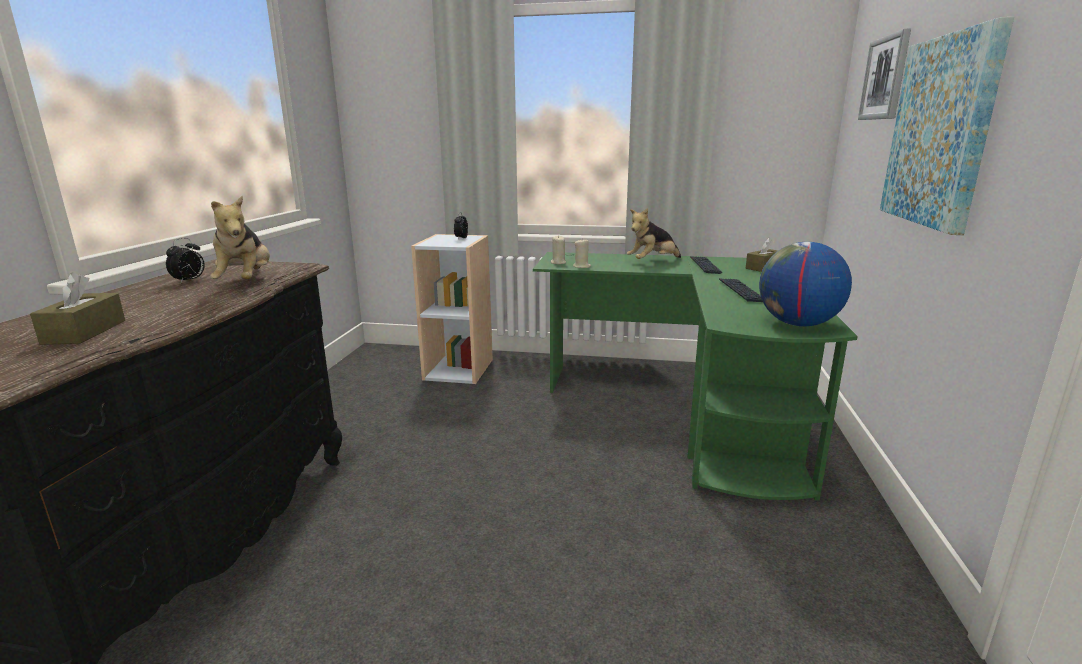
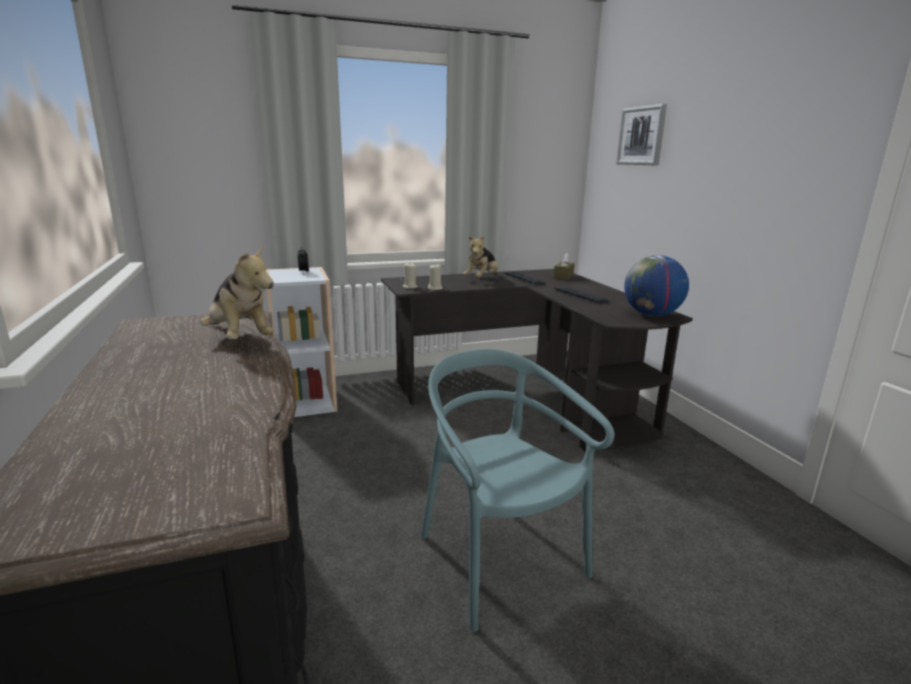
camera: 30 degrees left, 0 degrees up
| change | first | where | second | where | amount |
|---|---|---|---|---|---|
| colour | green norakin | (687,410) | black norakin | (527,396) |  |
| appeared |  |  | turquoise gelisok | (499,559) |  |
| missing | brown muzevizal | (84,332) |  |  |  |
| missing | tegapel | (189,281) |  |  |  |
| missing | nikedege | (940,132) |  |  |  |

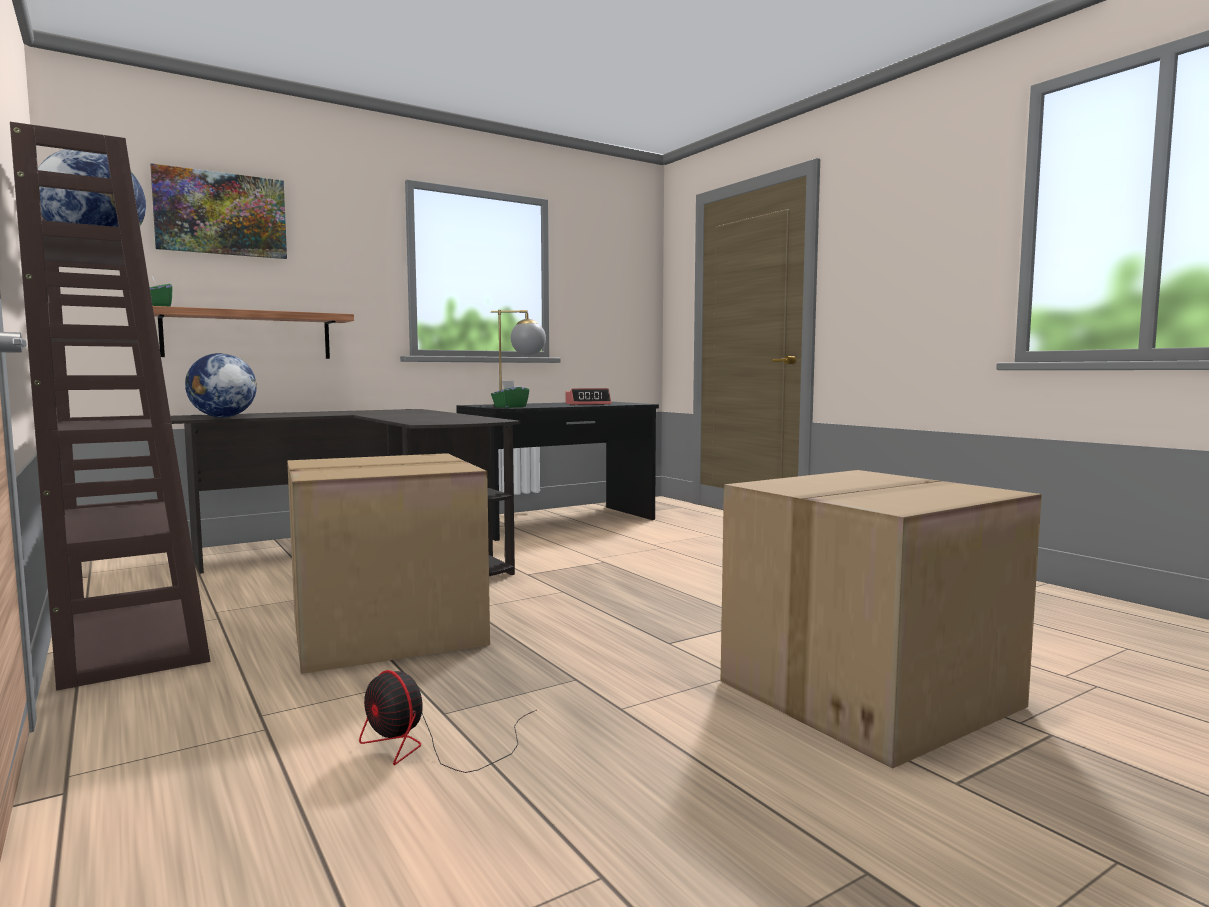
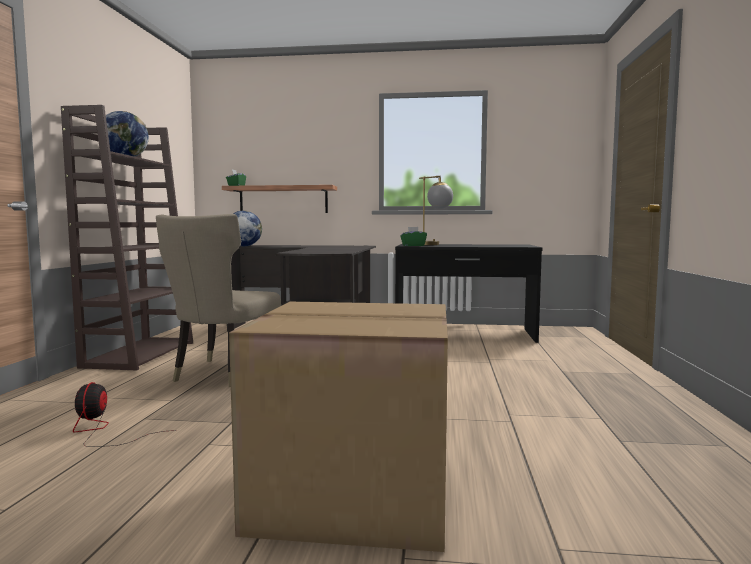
camera: 40 degrees right, 0 degrees up
| change | first | where | second | where | amount |
|---|---|---|---|---|---|
| exchanged | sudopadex | (384,631) | beige gelisok | (221,374) |  |
| missing | nikedege | (221,214) |  |  |  |
| missing | tegapel | (588,404) |  |  |  |

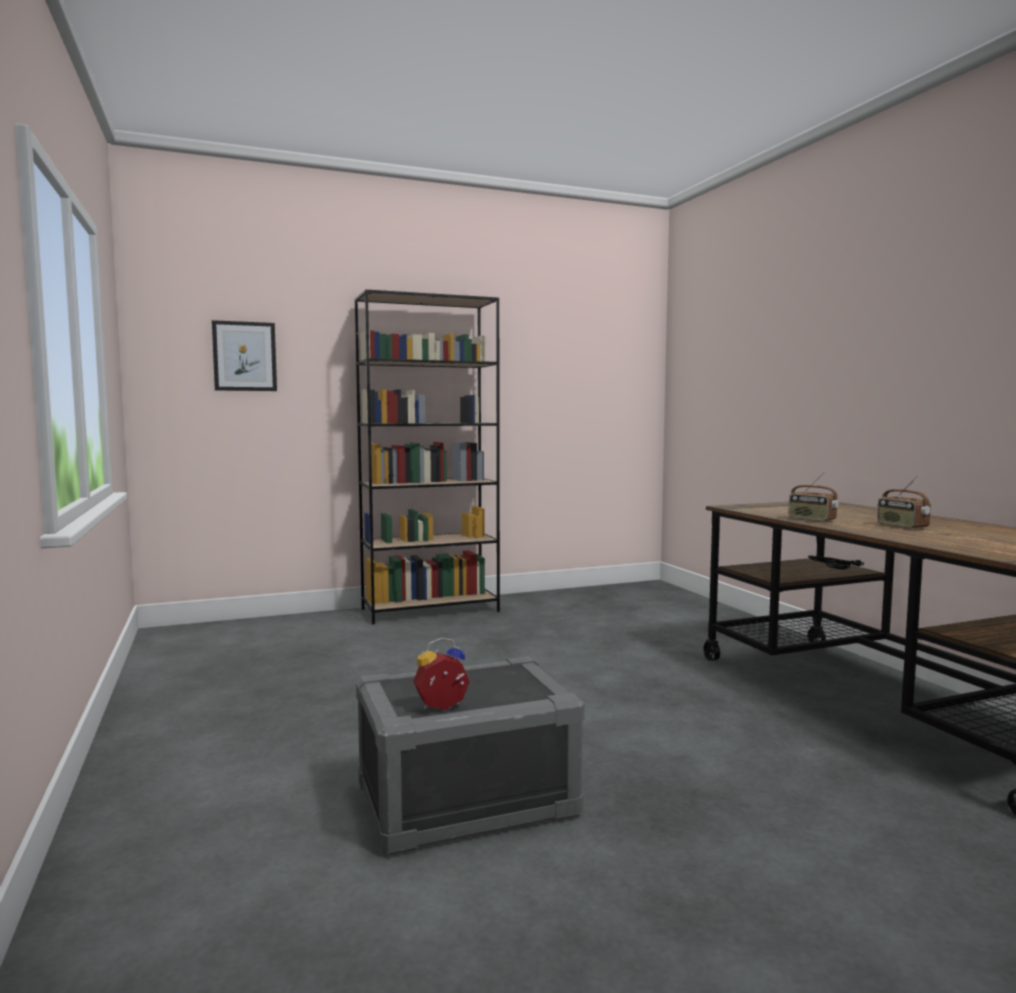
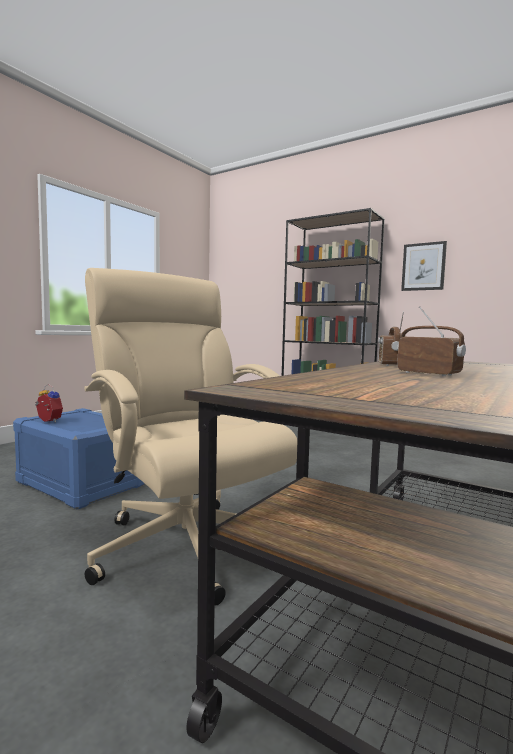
camera: 55 degrees right, 0 degrees up
| change | first | where | second | where | amount |
|---|---|---|---|---|---|
| colour | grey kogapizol | (466,801) | blue kogapizol | (80,484) |  |
| appeared |  |  | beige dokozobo | (186,547) |  |
| spun | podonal | (901,526) |  | (429,373) | 105 degrees clockwise |
| relocated | nikedege | (244,356) |  | (423,266) |  |

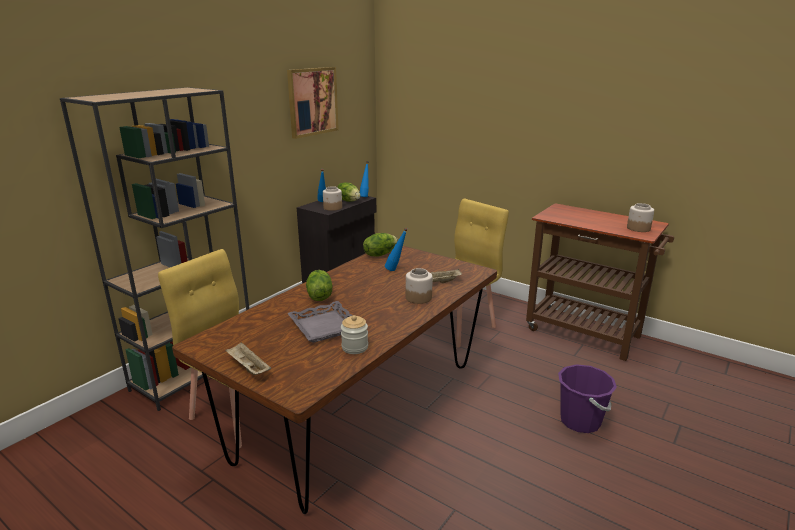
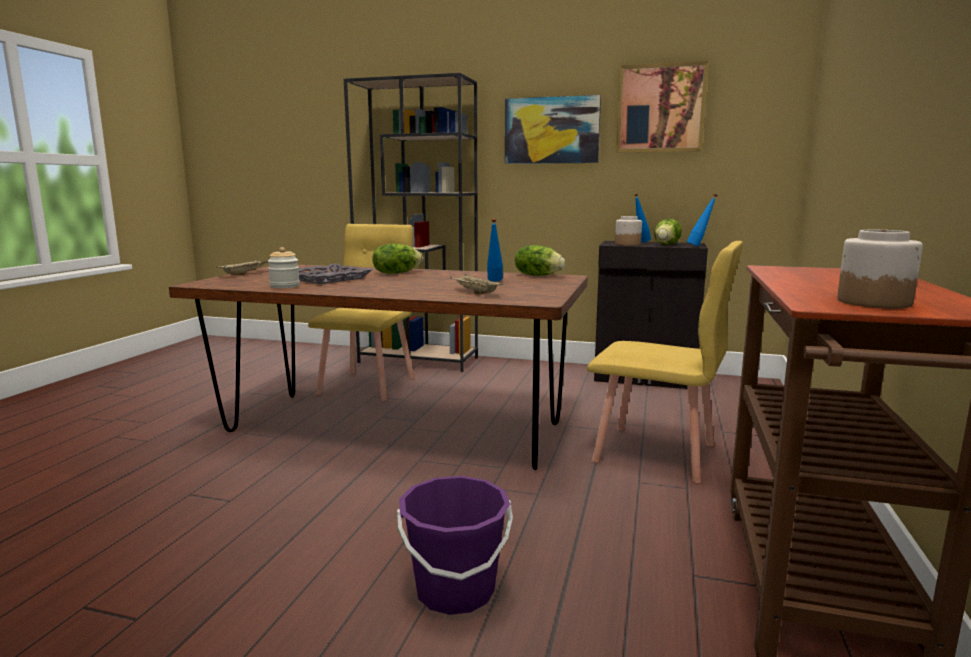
camera: 70 degrees right, 10 degrees down
| change | first | where | second | where | amount |
|---|---|---|---|---|---|
| appeared |  |  | nikedege | (551,130) |  |
| missing | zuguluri | (418,297) |  |  |  |

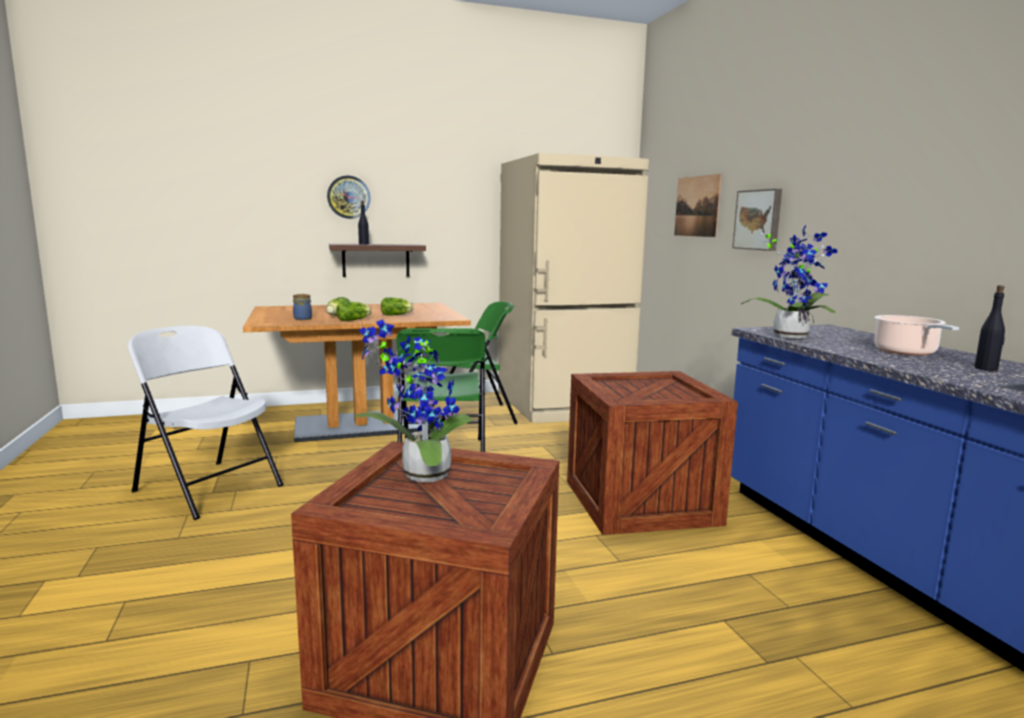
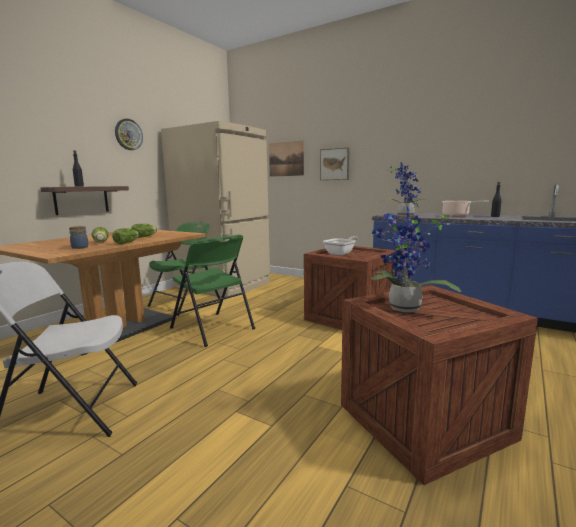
camera: 40 degrees left, 0 degrees up
| change | first | where | second | where | amount |
|---|---|---|---|---|---|
| relocated | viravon | (348,197) |  | (128,134) |  |
| appeared |  |  | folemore | (341,253) |  |

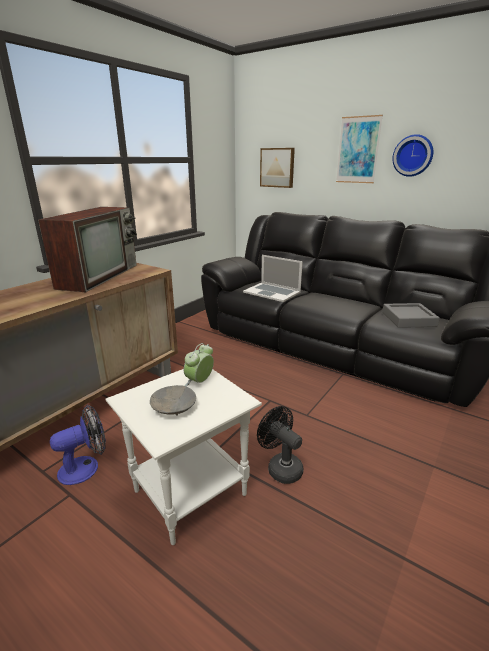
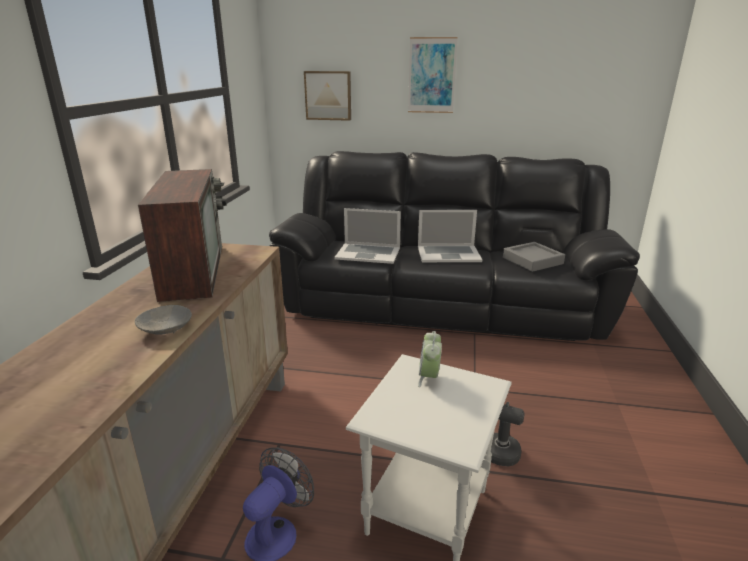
camera: 25 degrees left, 0 degrees up
| change | first | where | second | where | amount |
|---|---|---|---|---|---|
| relocated | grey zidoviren | (173,407) |  | (165,329) |  |
| appeared |  |  | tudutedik | (448,254) |  |
| missing | viravon | (413,155) |  |  |  |

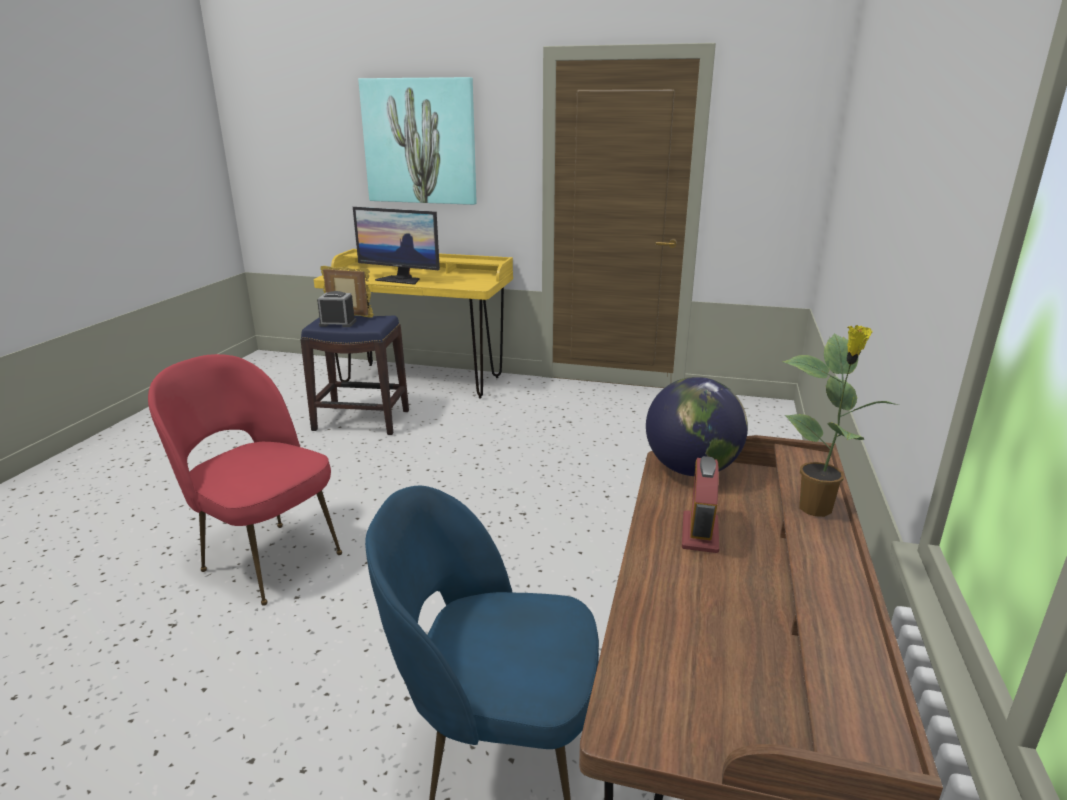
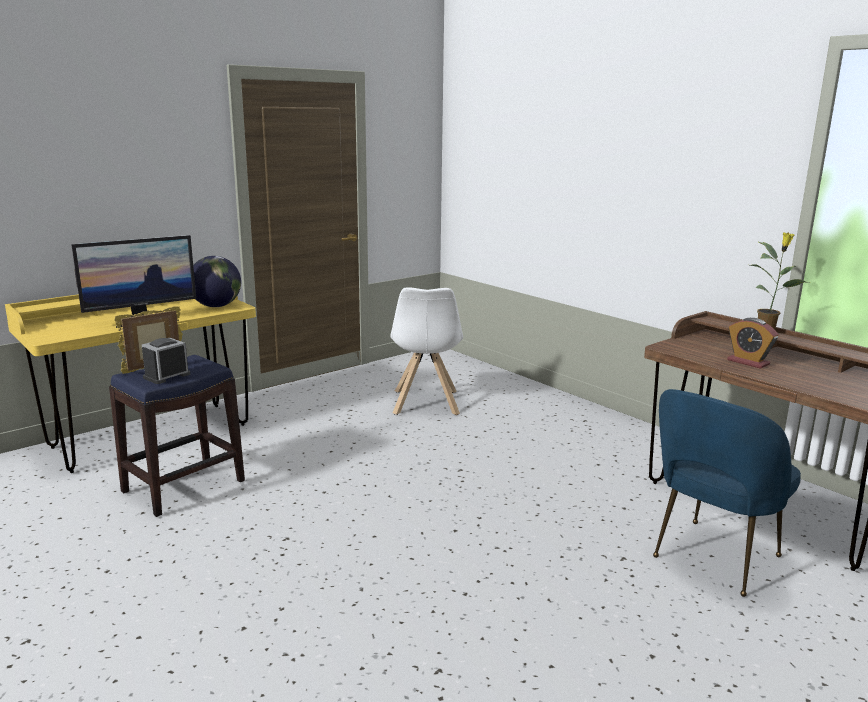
camera: 55 degrees left, 5 degrees down
| change | first | where | second | where | amount |
|---|---|---|---|---|---|
| relocated | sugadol | (692,469) |  | (216,306) |  |
| appeared |  |  | white gelisok | (425,404) |  |
| missing | red gelisok | (266,558) |  |  |  |
| missing | nikedege | (420,142) |  |  |  |

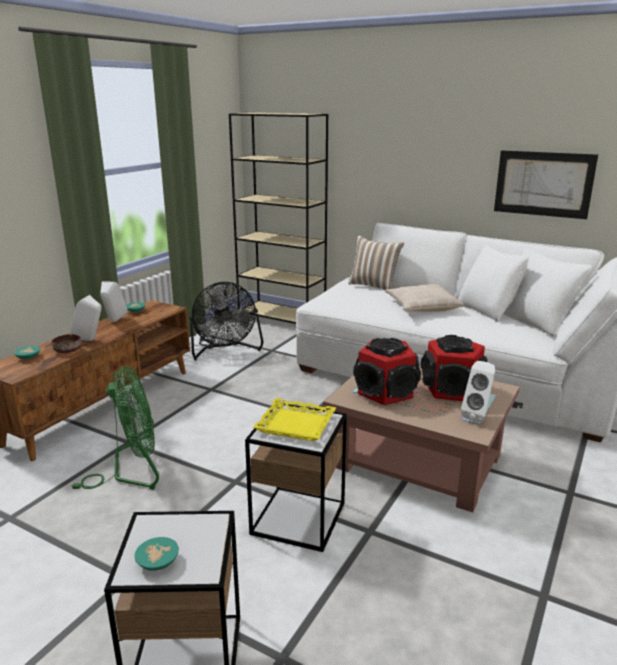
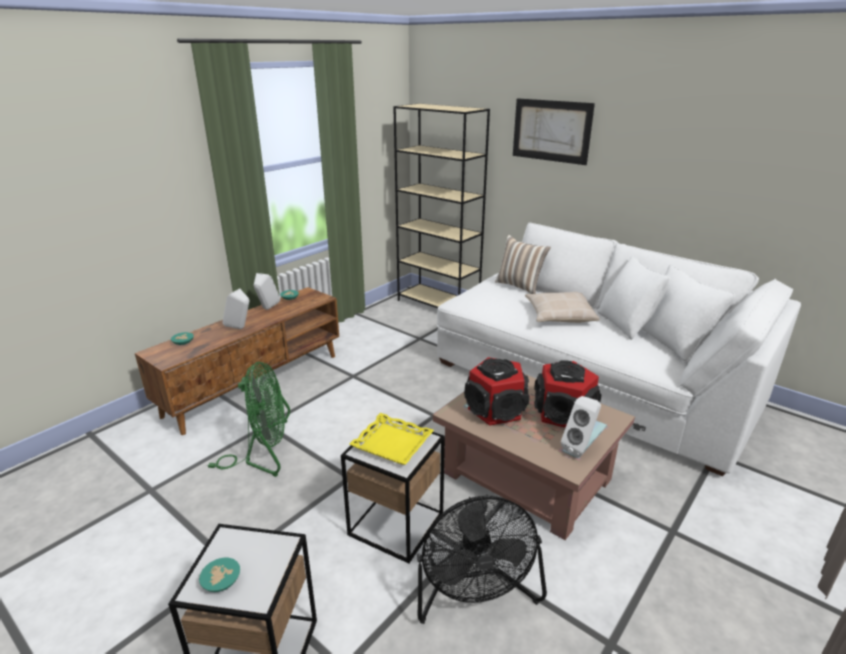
camera: 10 degrees right, 5 degrees up
| change | first | where | second | where | amount |
|---|---|---|---|---|---|
| relocated | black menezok | (222,350) |  | (469,591) |  |
| relocated | nikedege | (543,184) |  | (551,131) |  |
| missing | brown zidoviren | (67,351) |  |  |  |

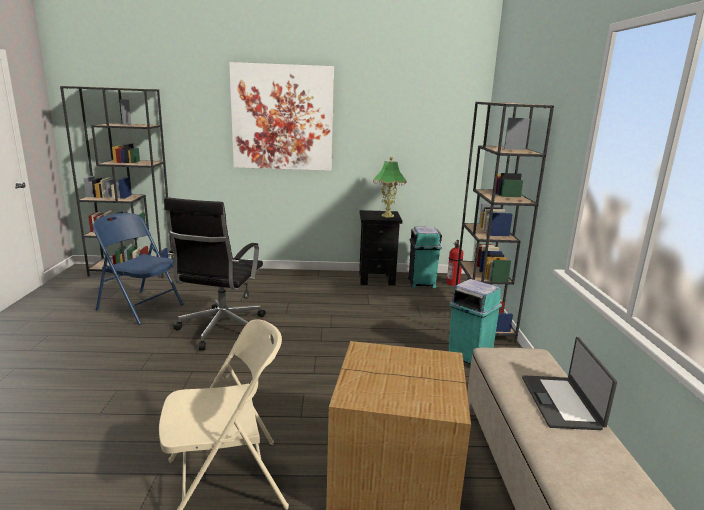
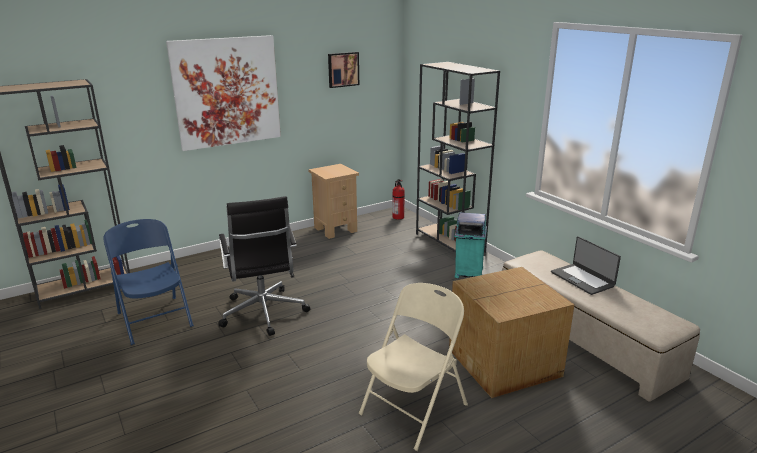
camera: 30 degrees left, 5 degrees up
| change | first | where | second | where | amount |
|---|---|---|---|---|---|
| spun | blue gelisok | (140,307) |  | (155,319) | 60 degrees clockwise |
| colour | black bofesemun | (377,279) | beige bofesemun | (336,229) |  |
| appeared |  |  | nikedege | (343,69) |  |
| missing | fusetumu | (387,215) |  |  |  |
| missing | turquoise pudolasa | (421,283) |  |  |  |

